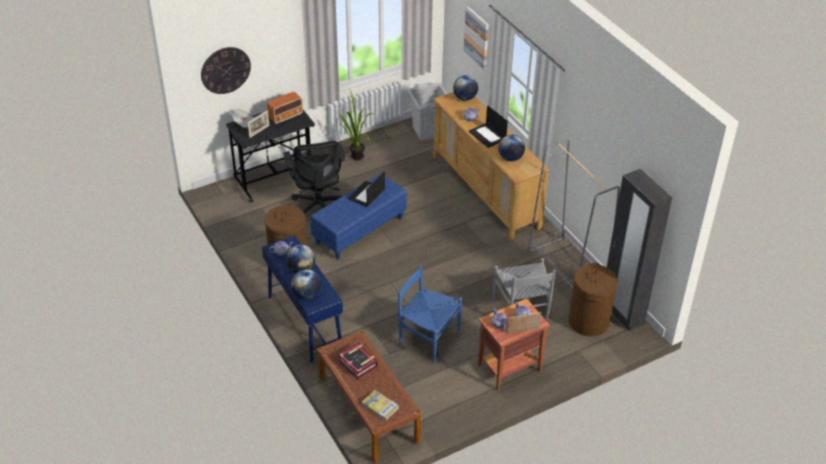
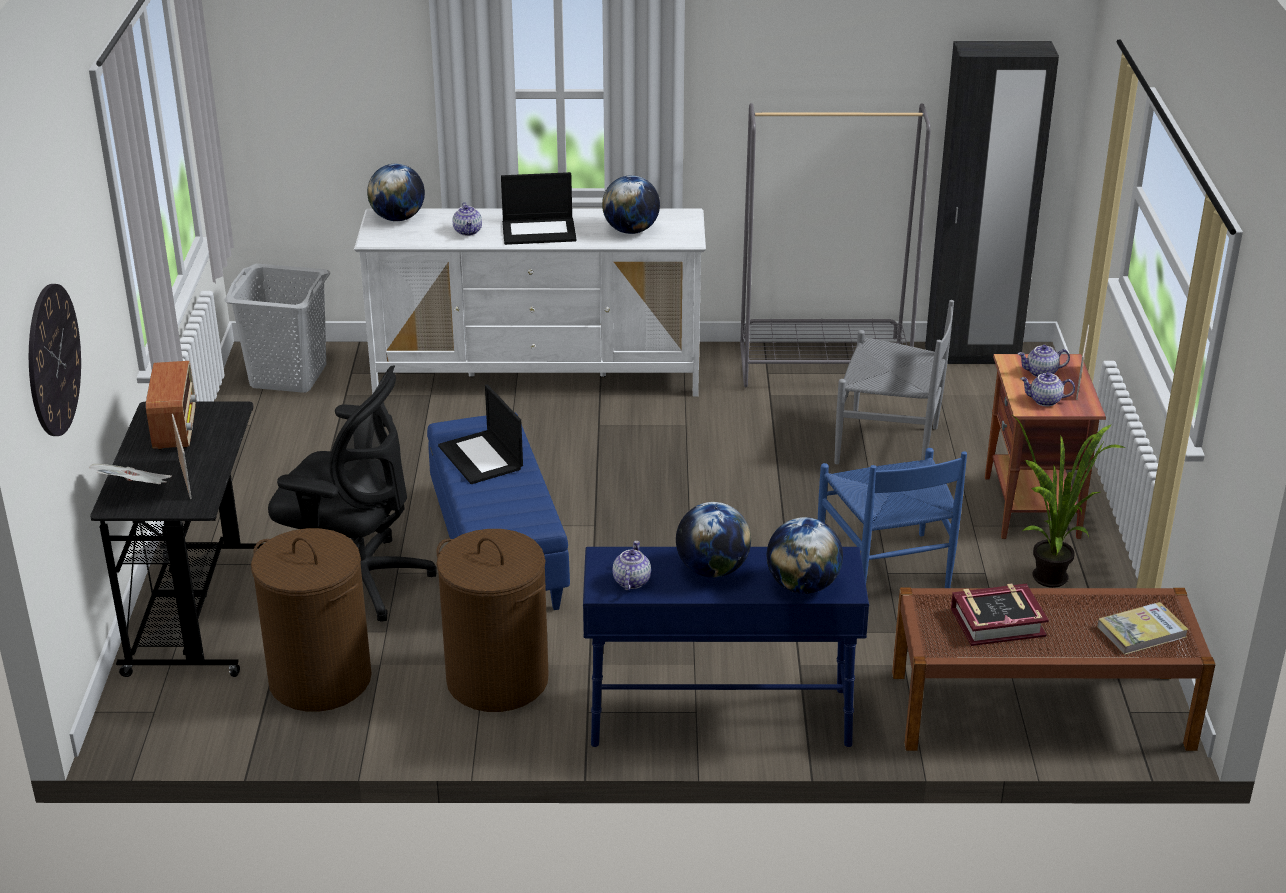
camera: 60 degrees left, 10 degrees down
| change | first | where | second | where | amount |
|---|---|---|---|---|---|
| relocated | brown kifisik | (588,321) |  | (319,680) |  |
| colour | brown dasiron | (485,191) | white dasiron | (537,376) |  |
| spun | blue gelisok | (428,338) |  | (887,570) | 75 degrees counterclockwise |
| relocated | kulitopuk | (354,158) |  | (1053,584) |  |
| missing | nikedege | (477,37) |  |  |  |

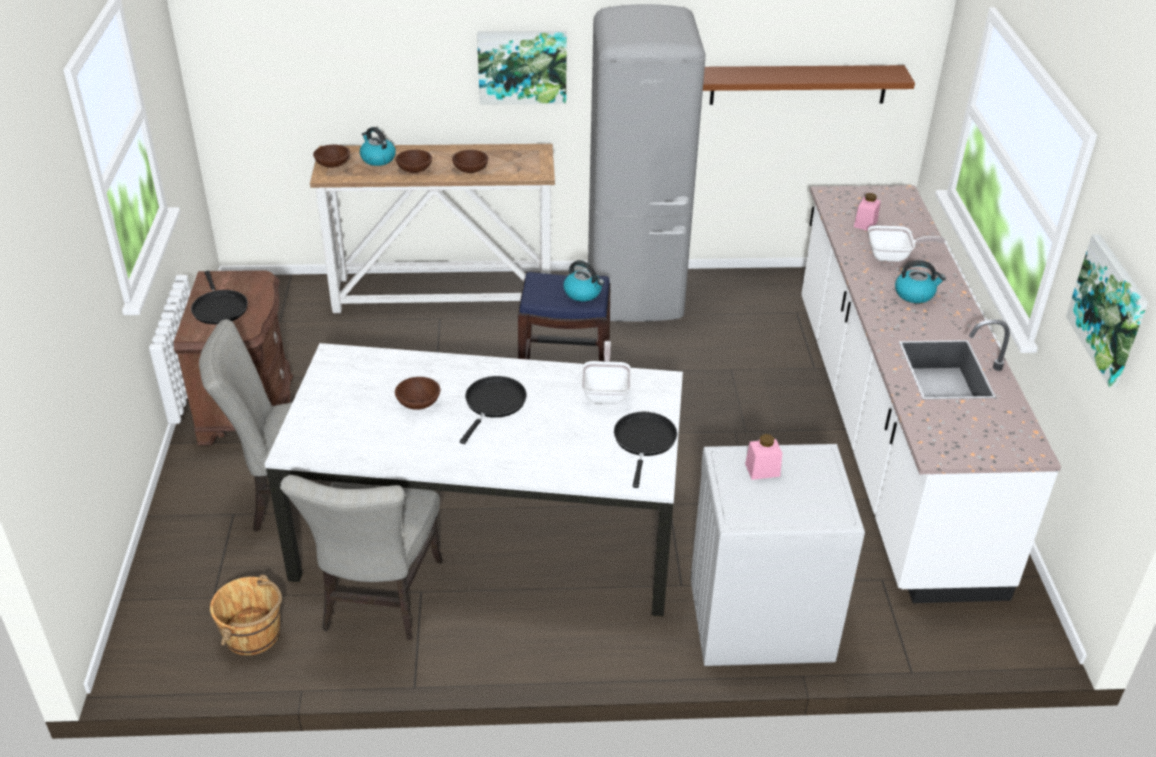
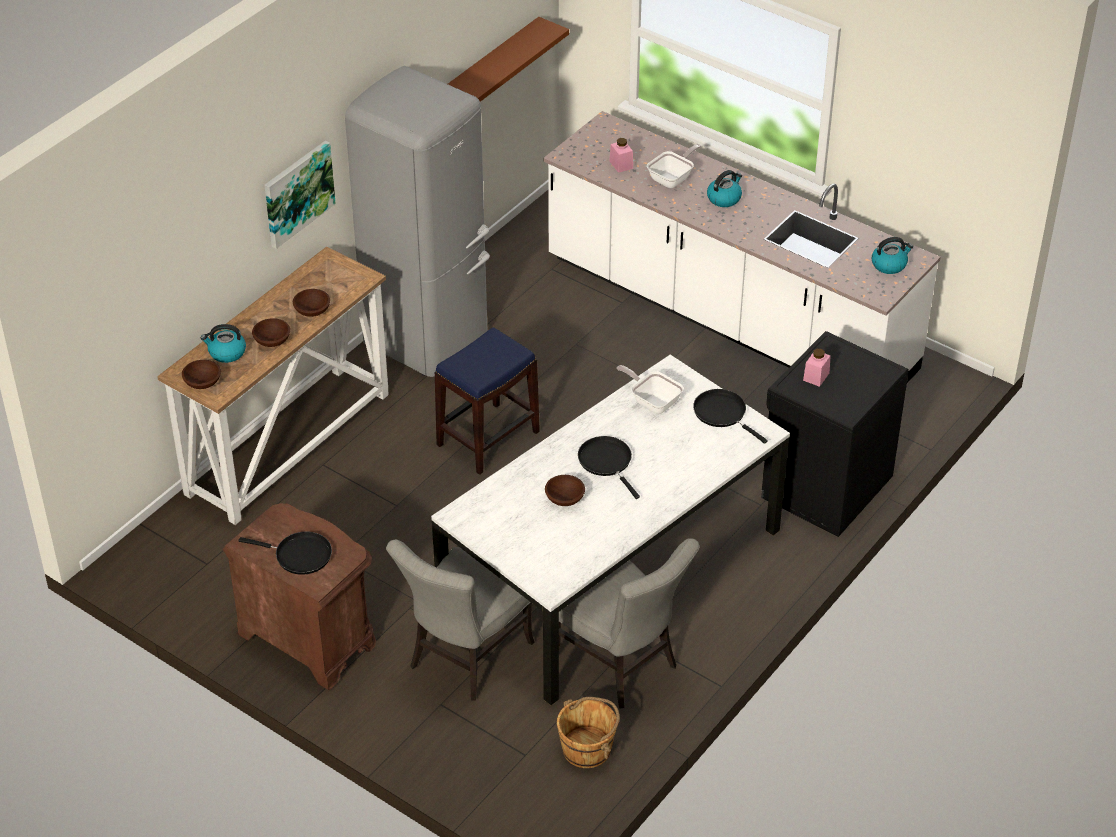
camera: 50 degrees left, 5 degrees up
| change | first | where | second | where | amount |
|---|---|---|---|---|---|
| colour | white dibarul | (759,617) | black dibarul | (824,486) |  |
| relocated | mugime | (583,293) |  | (889,264) |  |
| missing | nikedege | (1109,309) |  |  |  |

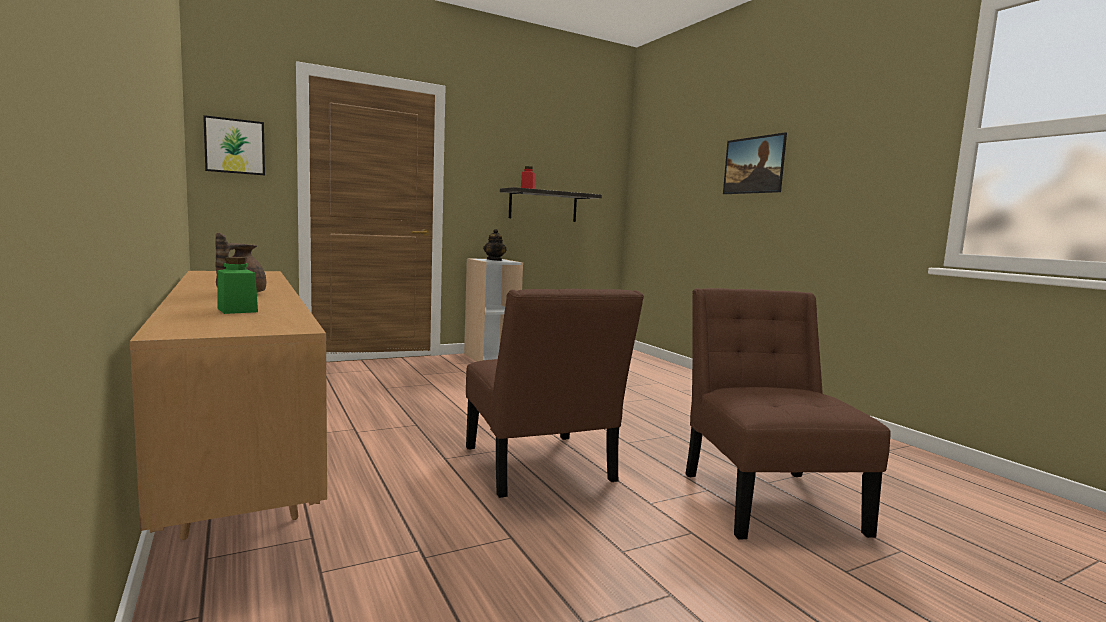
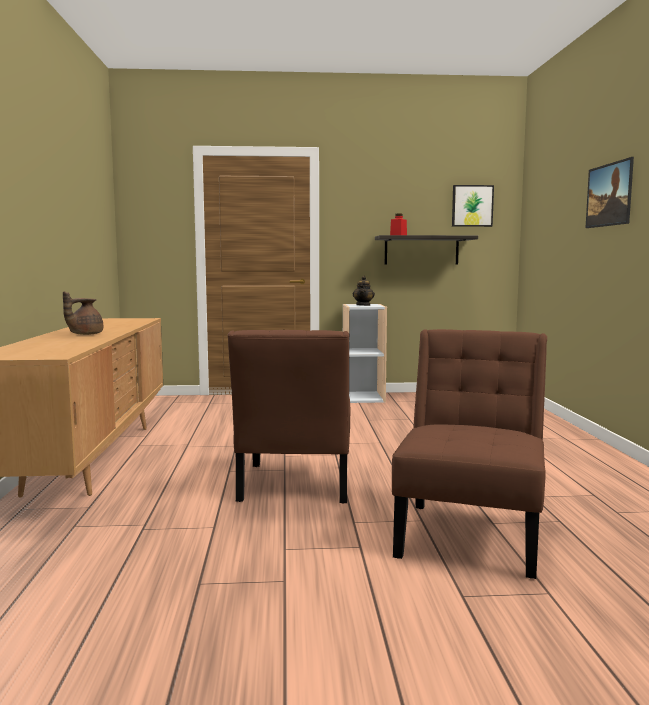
camera: 25 degrees right, 0 degrees up
| change | first | where | second | where | amount |
|---|---|---|---|---|---|
| relocated | nikedege | (235,146) |  | (472,206) |  |
| missing | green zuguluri | (237,310) |  |  |  |

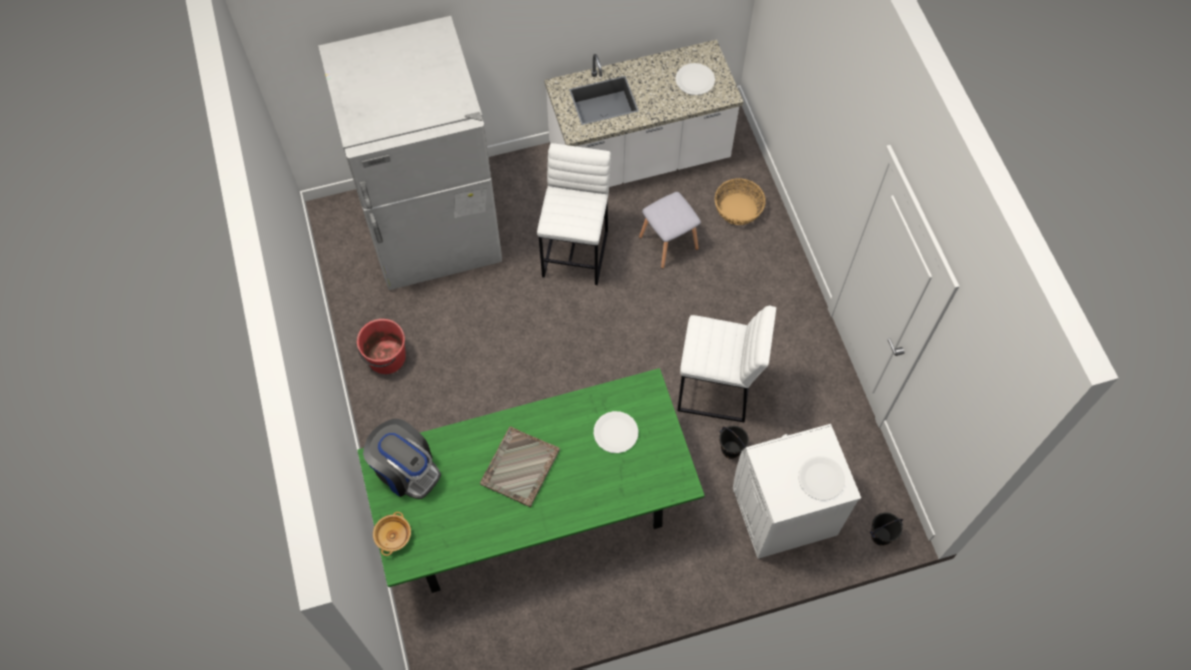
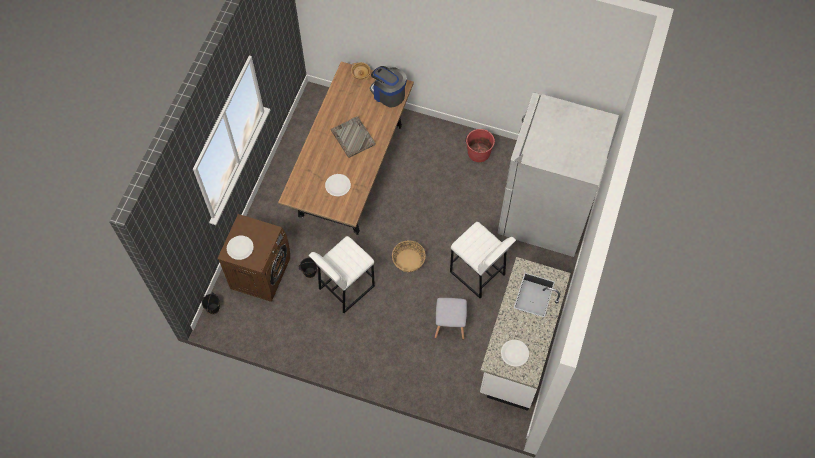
camera: 125 degrees right, 0 degrees up
| change | first | where | second | where | amount |
|---|---|---|---|---|---|
| colour | white dibarul | (783,512) | brown dibarul | (261,273) |  |
| colour | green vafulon | (534,508) | brown vafulon | (350,170) |  |
| spun | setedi | (406,469) |  | (388,94) | 60 degrees clockwise |
| relocated | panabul | (738,209) |  | (408,260) |  |

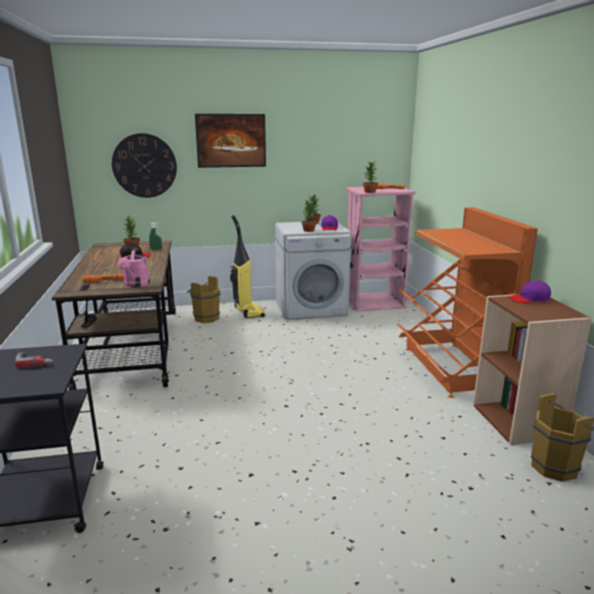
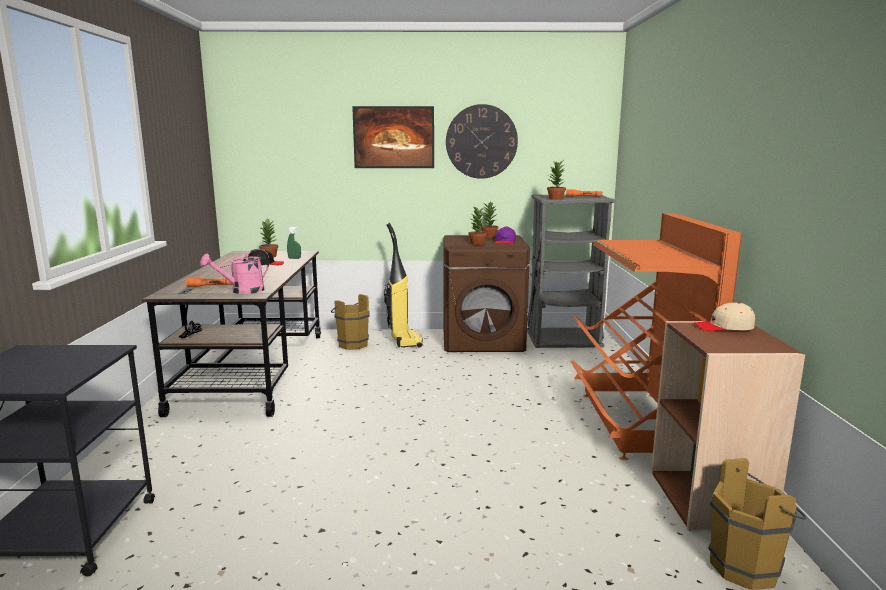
camera: 10 degrees right, 5 degrees down
| change | first | where | second | where | amount |
|---|---|---|---|---|---|
| spun | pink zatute | (135,285) |  | (242,291) | 45 degrees clockwise |
| colour | white dibarul | (312,308) | brown dibarul | (484,341) |  |
| relocated | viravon | (144,166) |  | (481,141) |  |
| colour | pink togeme | (374,302) | grey togeme | (564,338) |  |
| colour | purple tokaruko | (529,299) | beige tokaruko | (724,327) |  |
| missing | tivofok | (34,359) |  |  |  |

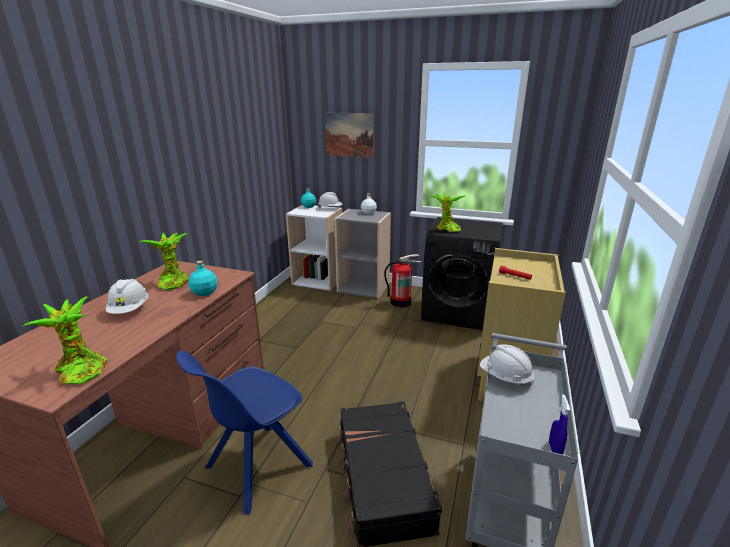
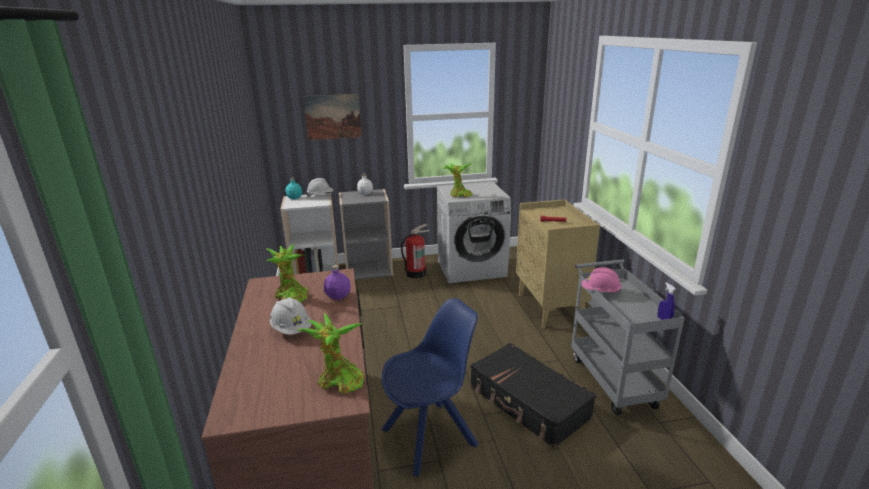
camera: 30 degrees left, 0 degrees up
| change | first | where | second | where | amount |
|---|---|---|---|---|---|
| colour | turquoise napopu | (204,292) | purple napopu | (337,296) |  |
| spun | blue gelisok | (257,467) |  | (431,436) | 135 degrees counterclockwise |
| colour | black dibarul | (457,314) | white dibarul | (471,270) |  |
| colour | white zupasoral | (505,377) | pink zupasoral | (600,292) |  |

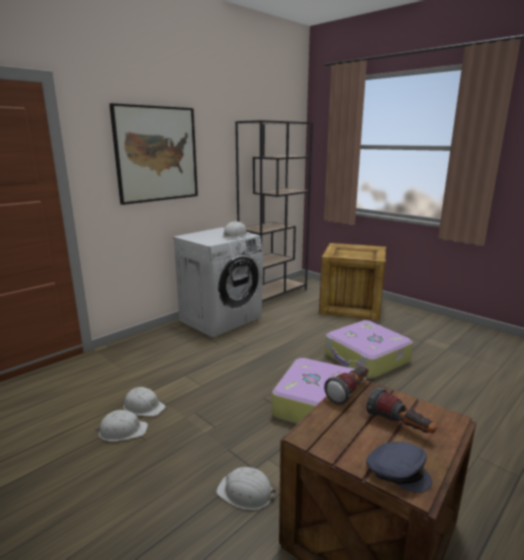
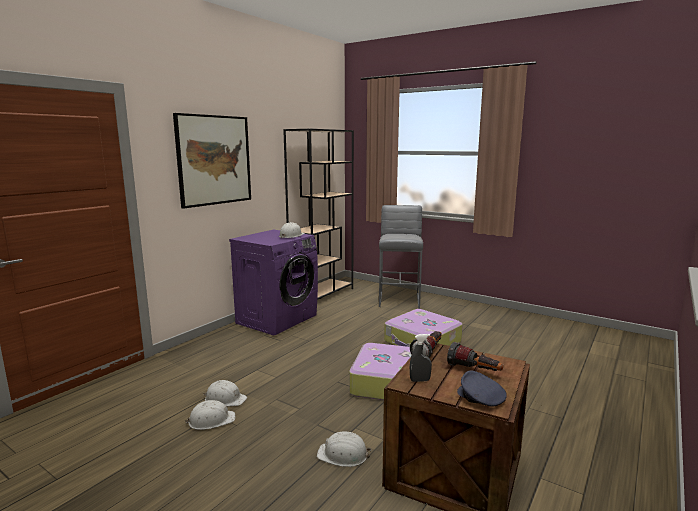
camera: 10 degrees left, 5 degrees down
| change | first | where | second | where | amount |
|---|---|---|---|---|---|
| colour | white dibarul | (221,321) | purple dibarul | (277,321) |  |
| exchanged | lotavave | (352,305) | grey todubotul | (399,300) |  |
| appeared |  |  | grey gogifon | (420,380) |  |
| spun | grey tokaruko | (397,471) |  | (480,398) | 150 degrees counterclockwise |

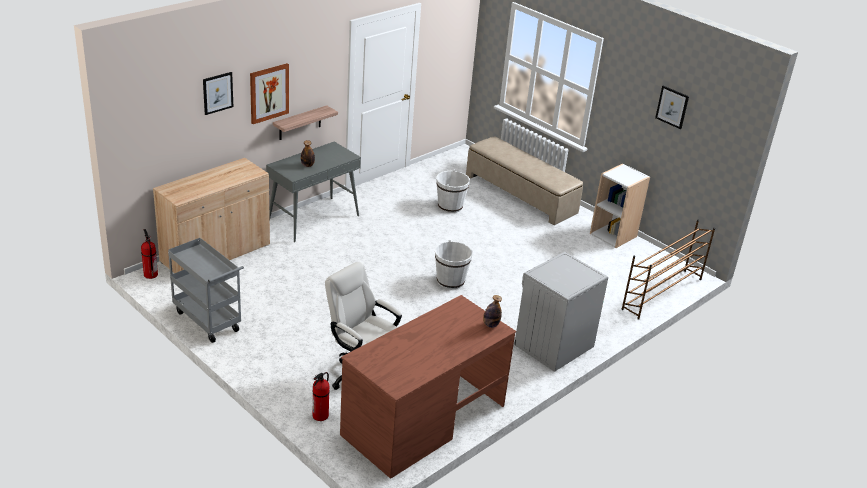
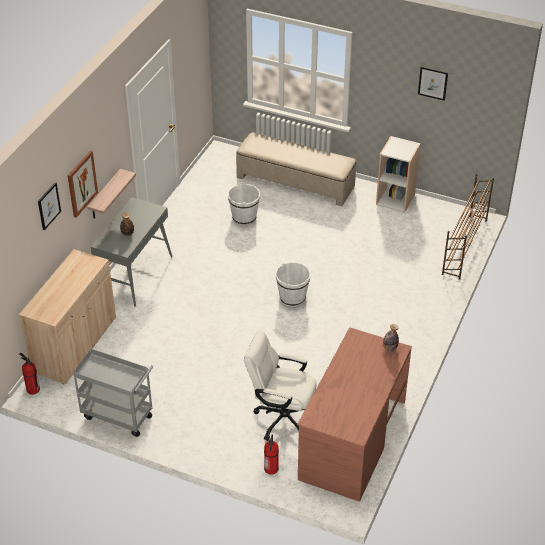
camera: 20 degrees left, 10 degrees up
| change | first | where | second | where | amount |
|---|---|---|---|---|---|
| missing | white dibarul | (552,345) |  |  |  |

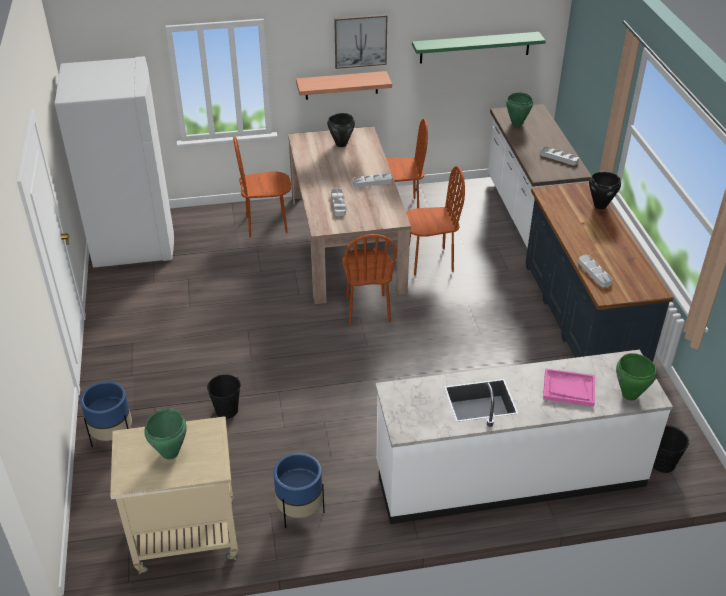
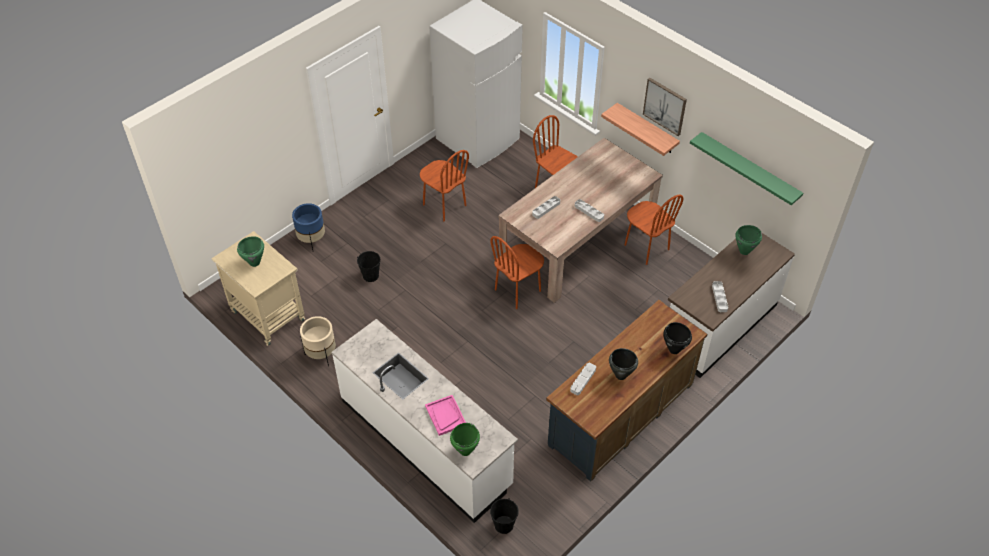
camera: 55 degrees right, 10 degrees up
| change | first | where | second | where | amount |
|---|---|---|---|---|---|
| colour | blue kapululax | (300,511) | beige kapululax | (321,354) |  |
| relocated | brown gelisok | (429,261) |  | (444,205) |  |
| relocated | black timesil | (341,144) |  | (620,375) |  |

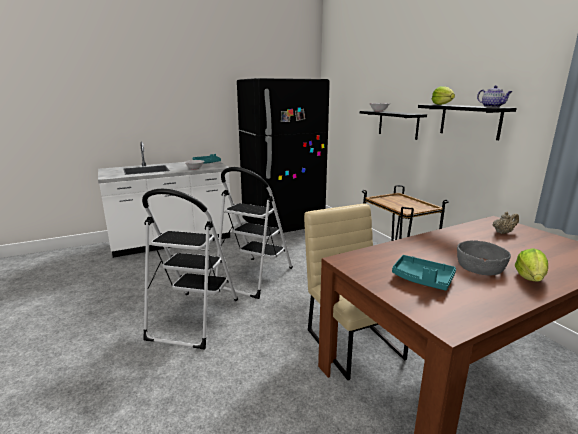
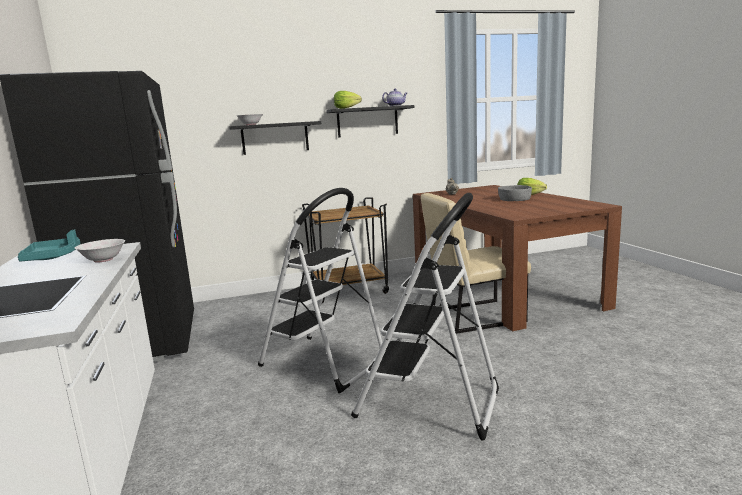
camera: 80 degrees left, 5 degrees down
| change | first | where | second | where | amount |
|---|---|---|---|---|---|
| missing | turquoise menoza | (422,279) |  |  |  |

